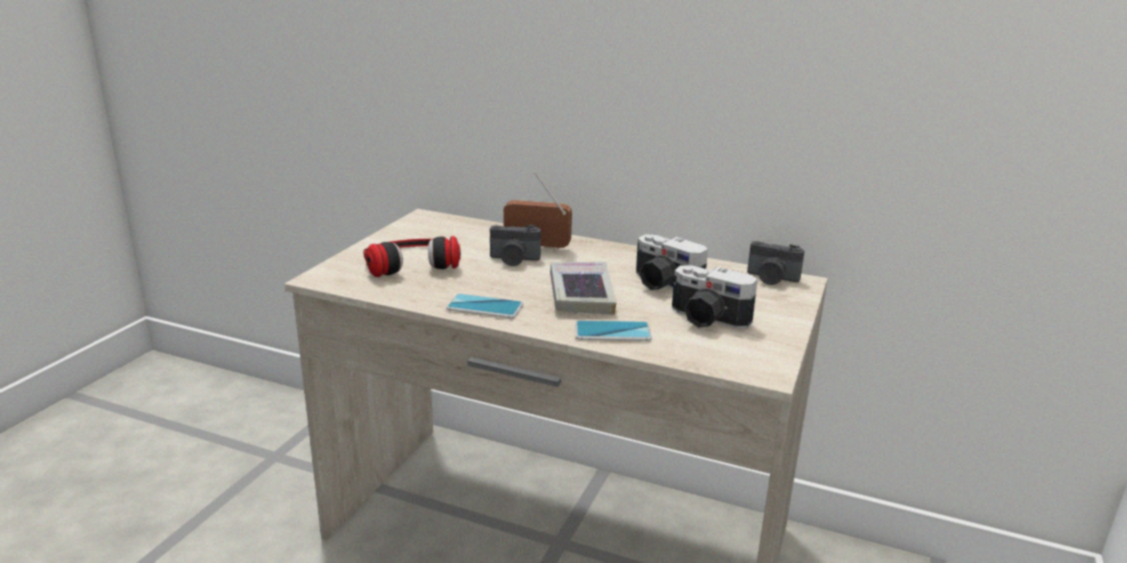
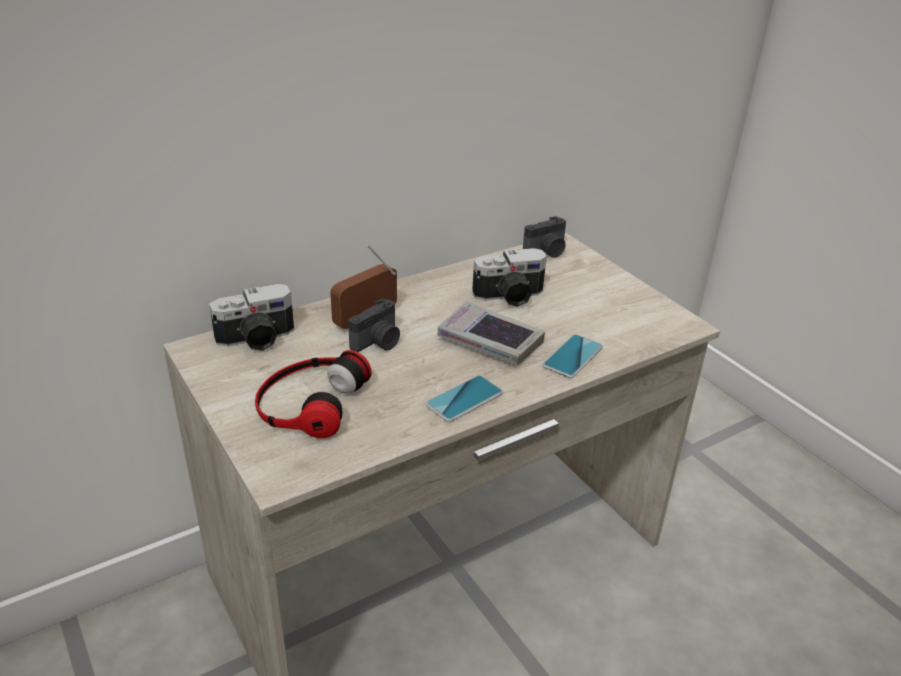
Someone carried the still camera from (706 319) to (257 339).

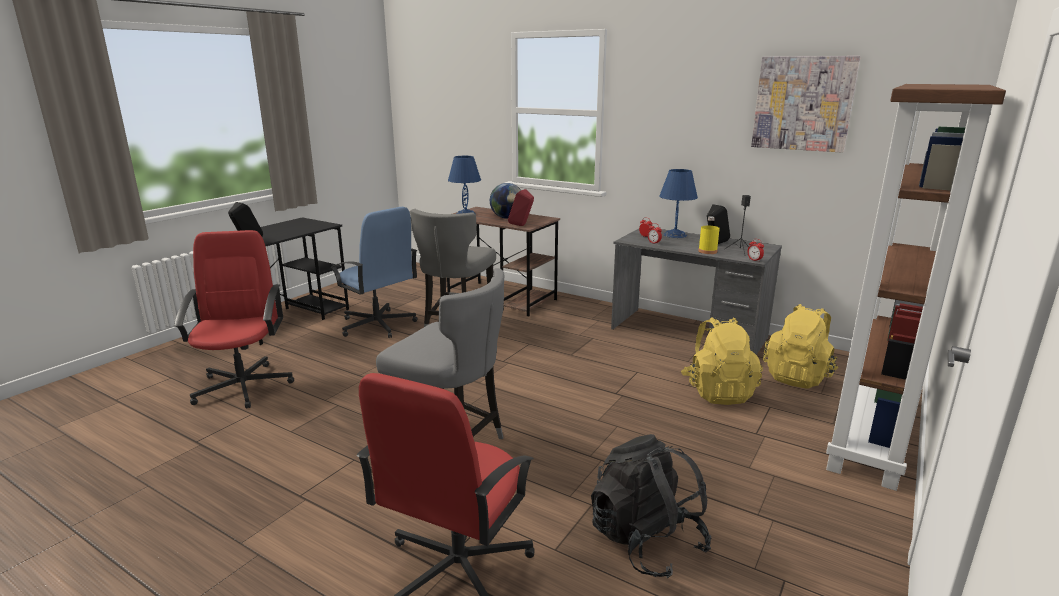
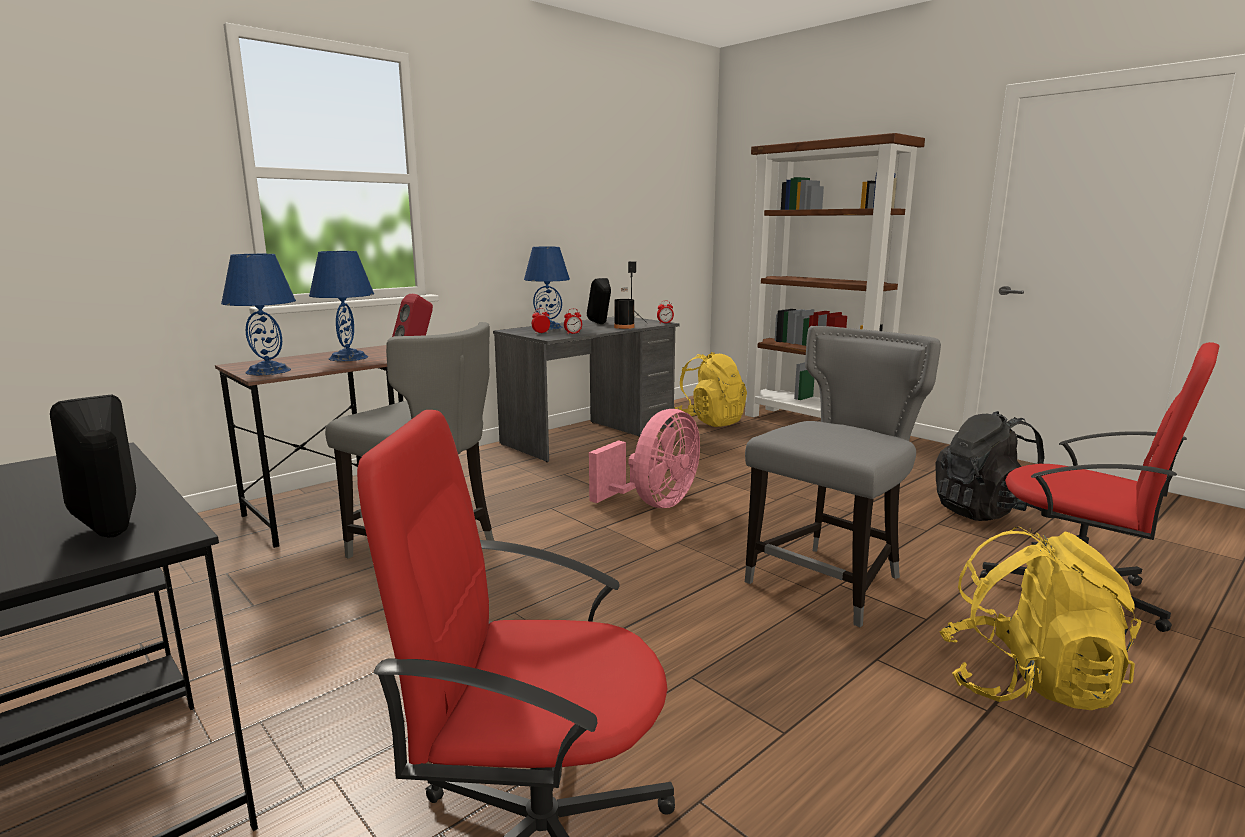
Someone took away the picture at (803 103). Someone swapped the desk globe at (507 218) for the blue-coloured table lamp at (348 357). Someone took away the blue-coloured office chair at (377 325). Someone repainted the yellow-coloured bottle at (707 251), which became the black-coloured bottle at (624 327). Someone carried the yellow-coloured rucksack from (718 392) to (1026 683). Someone put down the pinkish electric fan at (654 503).

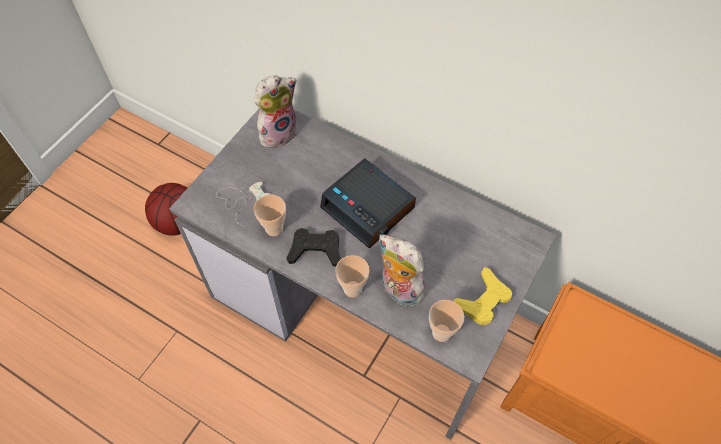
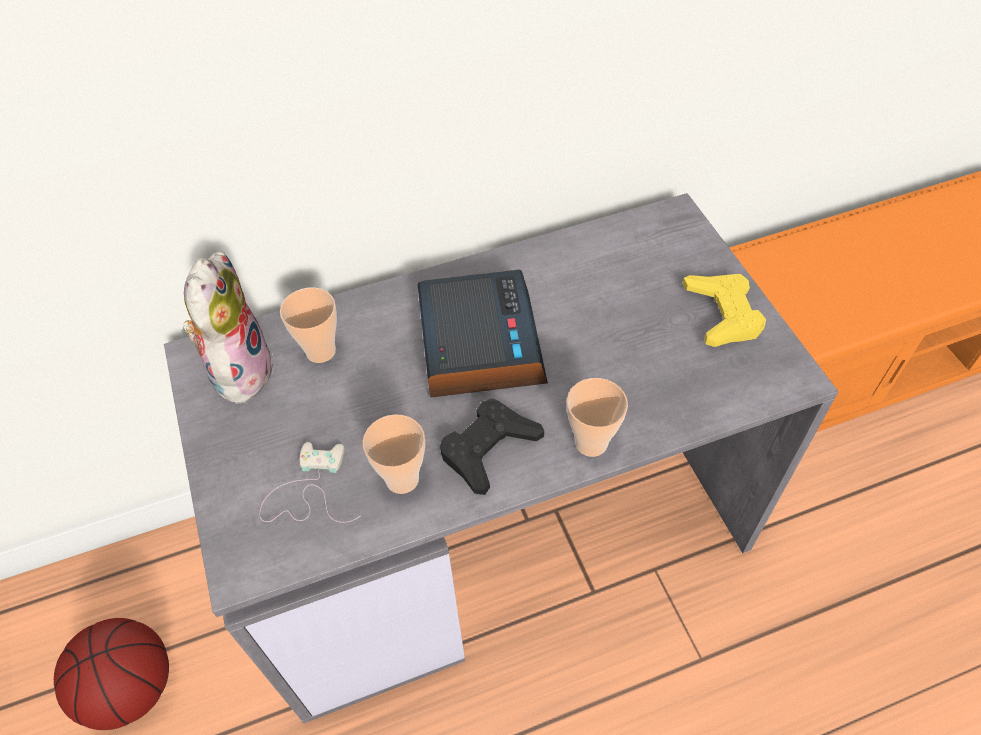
Someone rotated the alarm clock at (369 208) by 90 degrees counterclockwise. Someone took away the cuddly toy at (398 290). Someone carried the cup from (441 332) to (320 351).

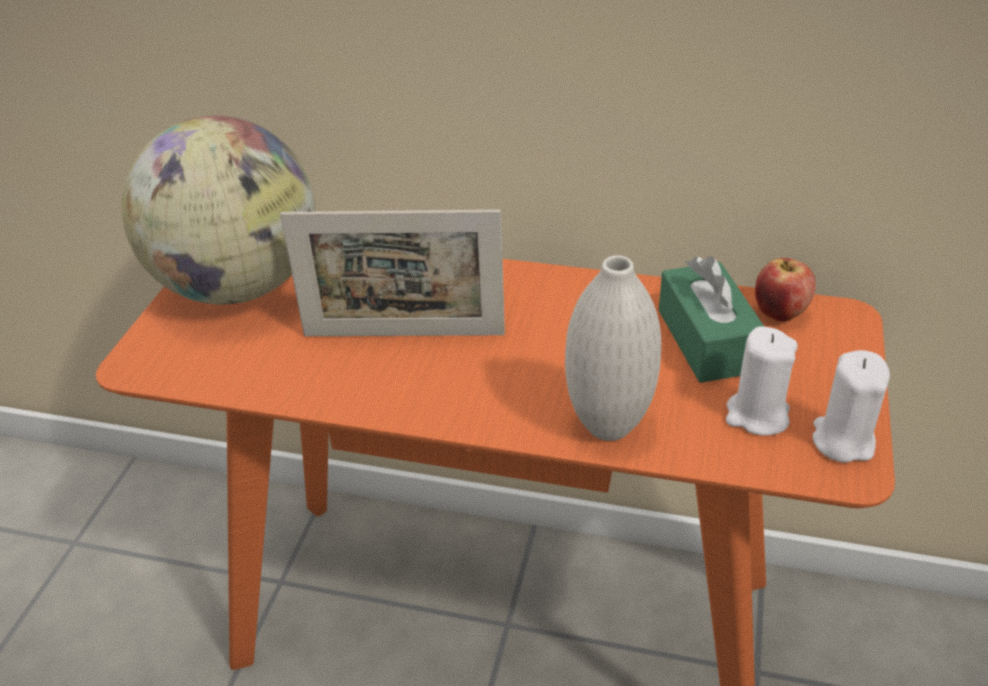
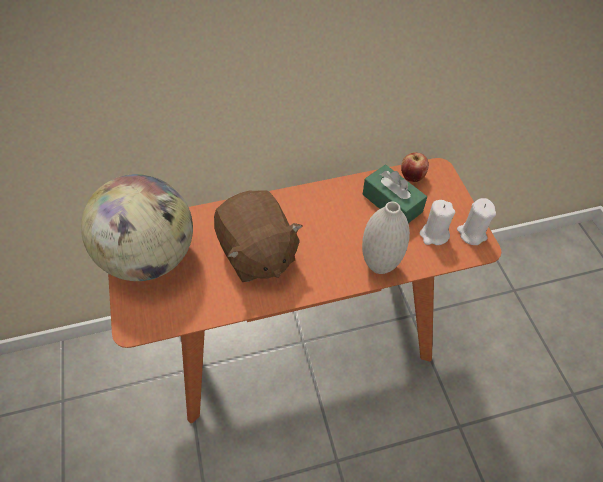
Someone swapped the standing frame at (404 335) for the brown cuddly toy at (257 253).

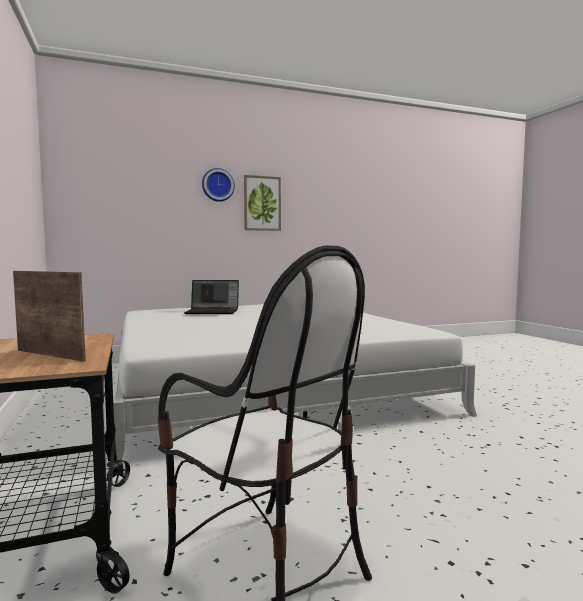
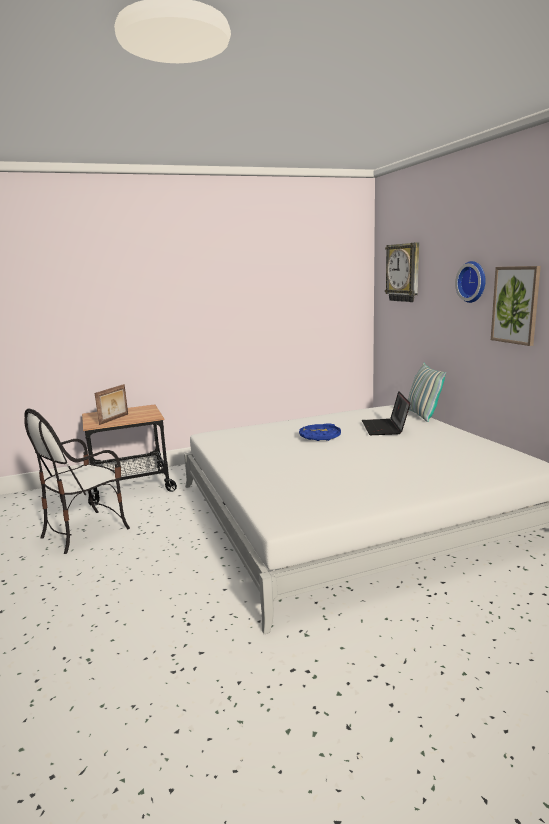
Someone put up the hanging clock at (403 272). Someone put down the throw pillow at (422 415). Someone put down the blue-coloured tray at (320 436).

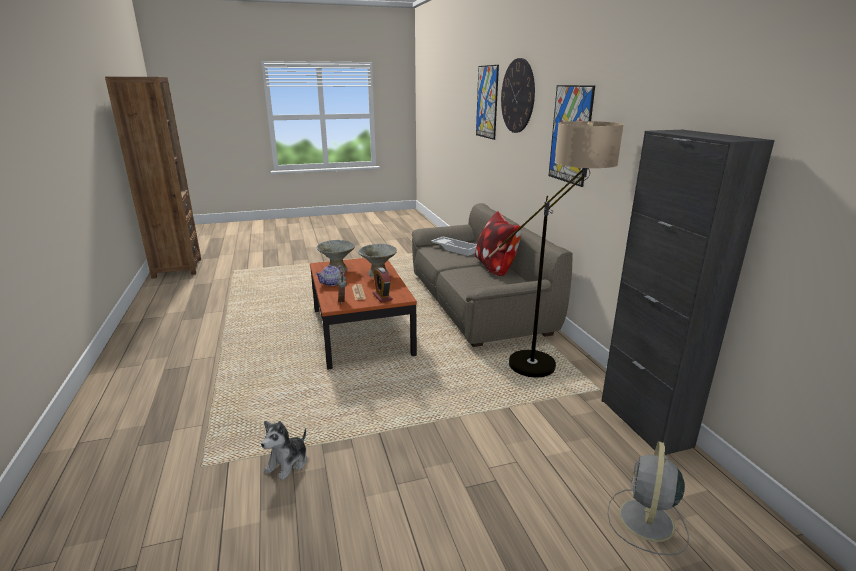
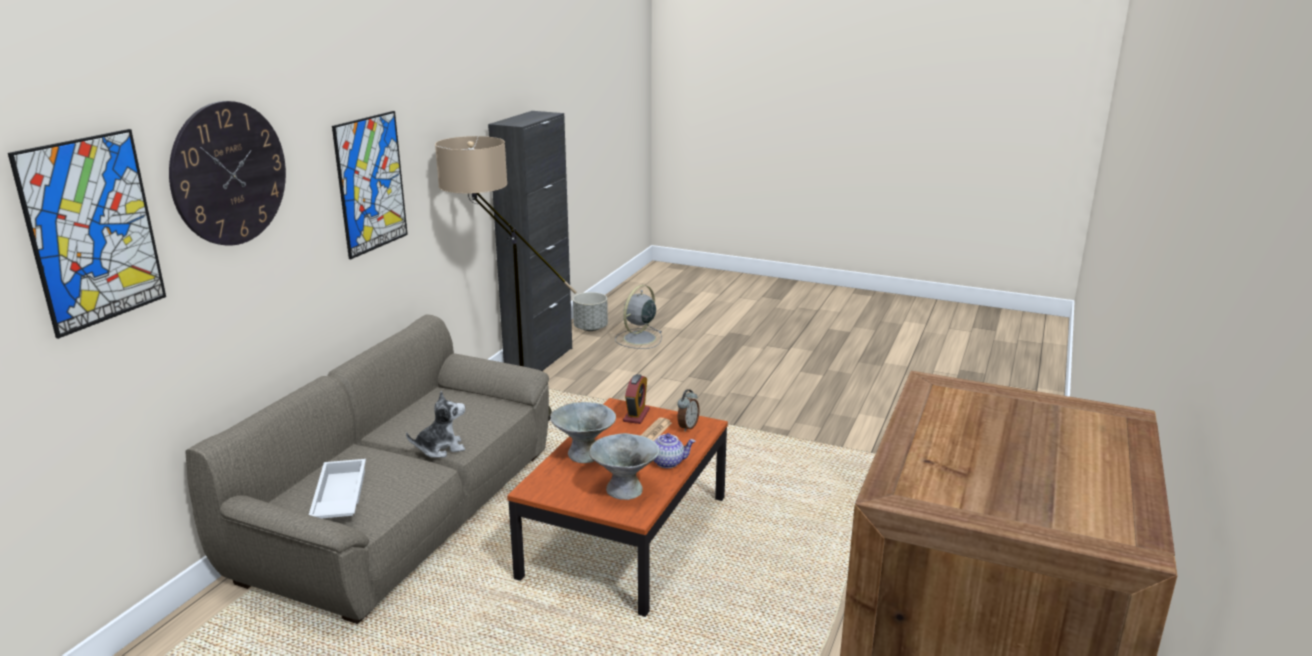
Someone took away the throw pillow at (496 267). Someone carried the cuddly toy from (288 463) to (440 448). Someone rotated the greyish electric fan at (646 521) by 150 degrees clockwise. Someone put down the greyish flower pot at (590 328).

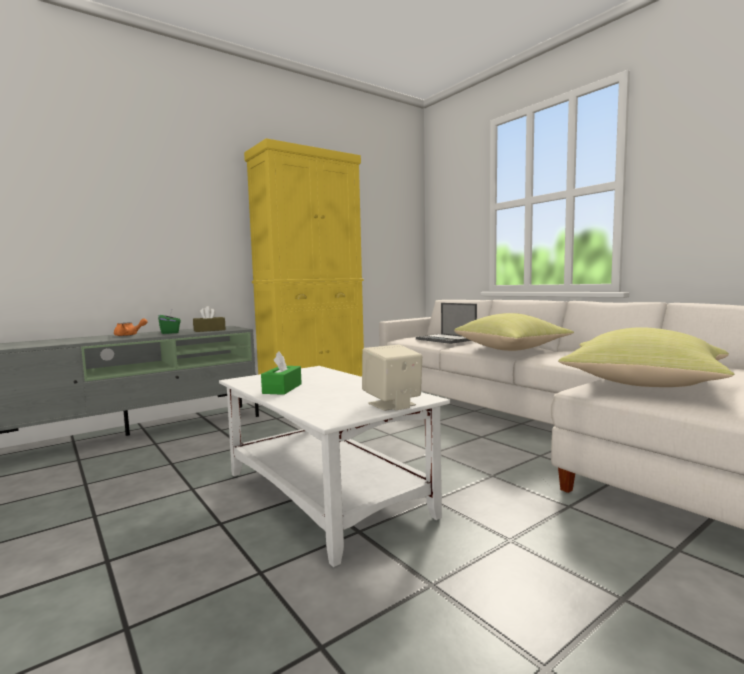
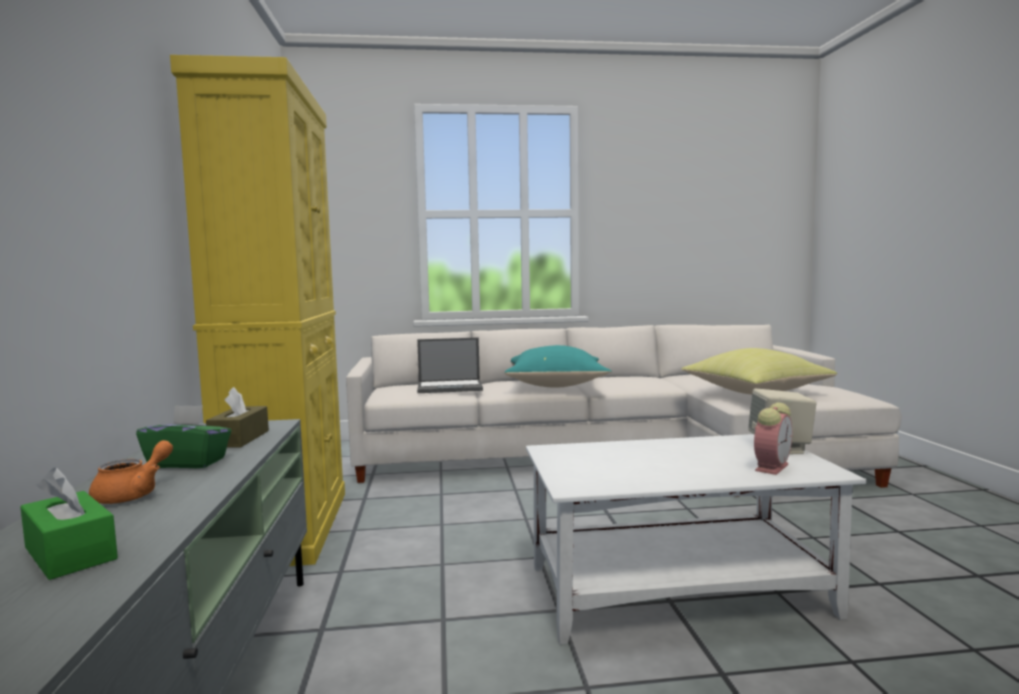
Someone repainted the yellow-coloured throw pillow at (512 349), which became the turquoise throw pillow at (556 385). Someone carried the green box of tissues from (282 389) to (70 553). Someone put down the alarm clock at (771 467).

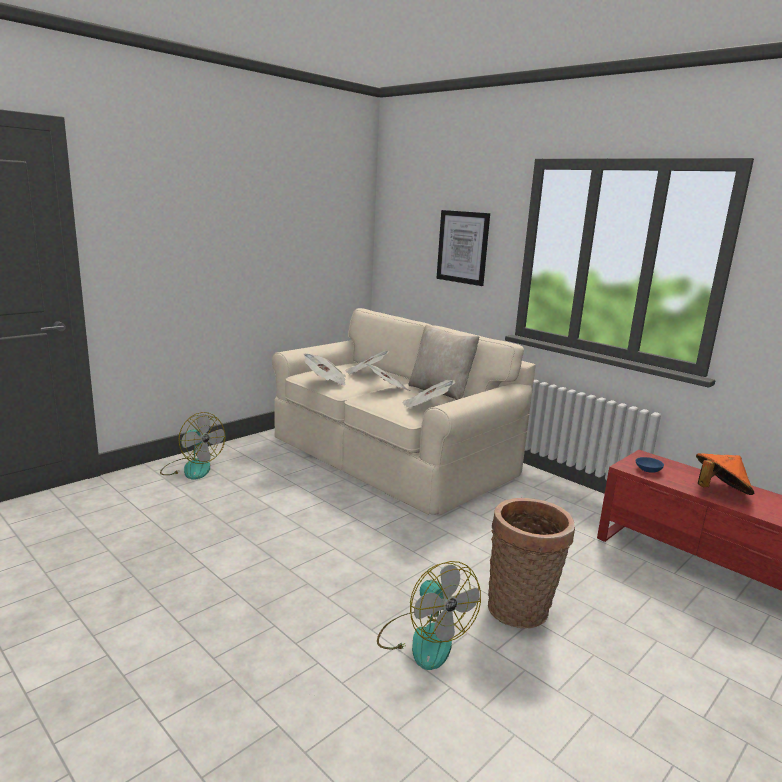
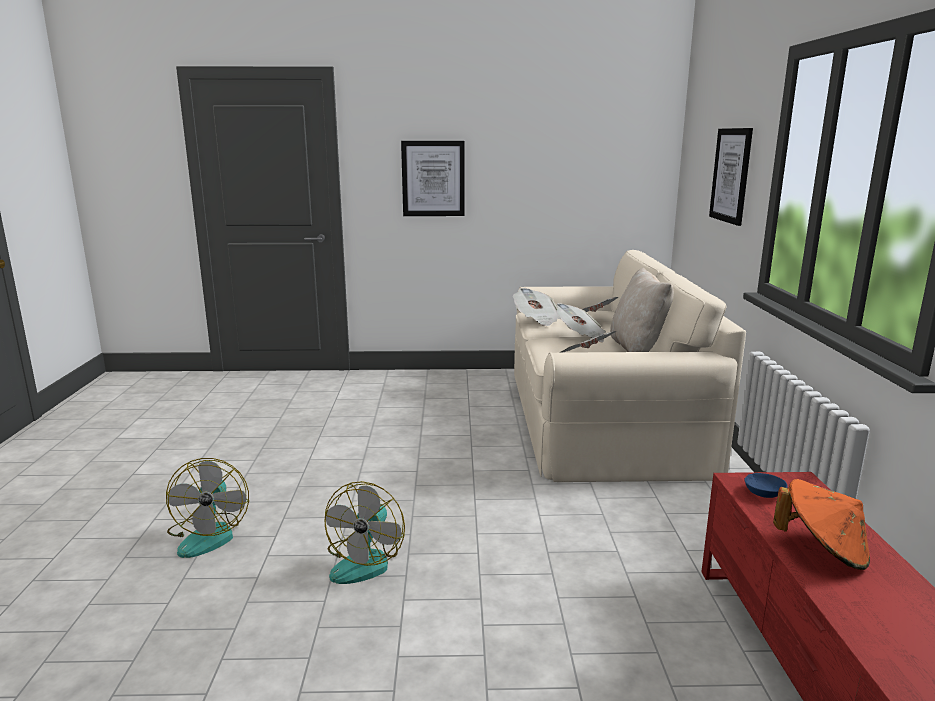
Someone carried the electric fan from (192 468) to (209 534). Someone took away the household basket at (521 611). Someone put up the picture at (433 178).

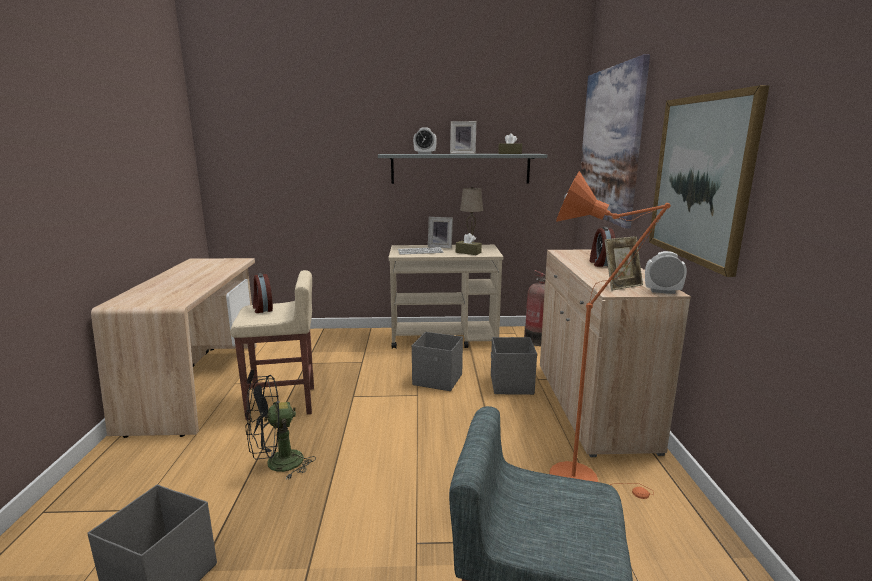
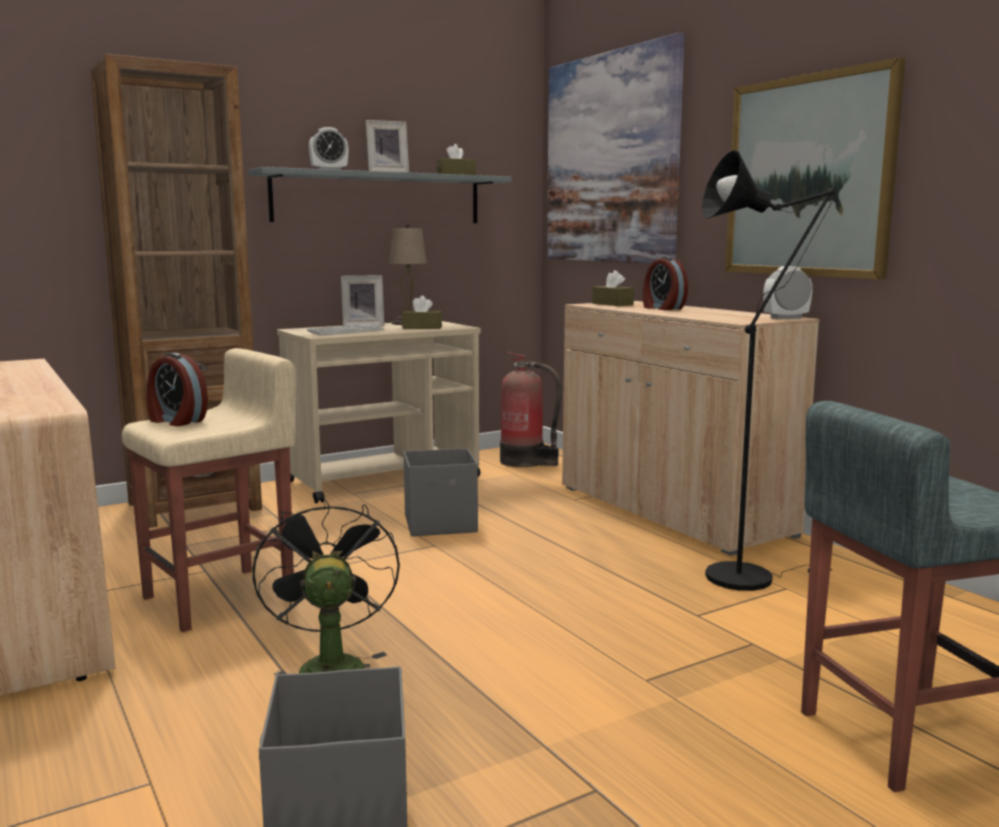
Someone repainted the orange-coloured standing lamp at (583 479), which became the black-coloured standing lamp at (750 576). Someone took away the standing frame at (621 286). Someone took away the greyish storage box at (511 385). Someone rotated the black-coloured electric fan at (277 465) by 135 degrees clockwise. Someone put down the brown bookshelf at (194 506). Someone put down the brown box of tissues at (612 304).

